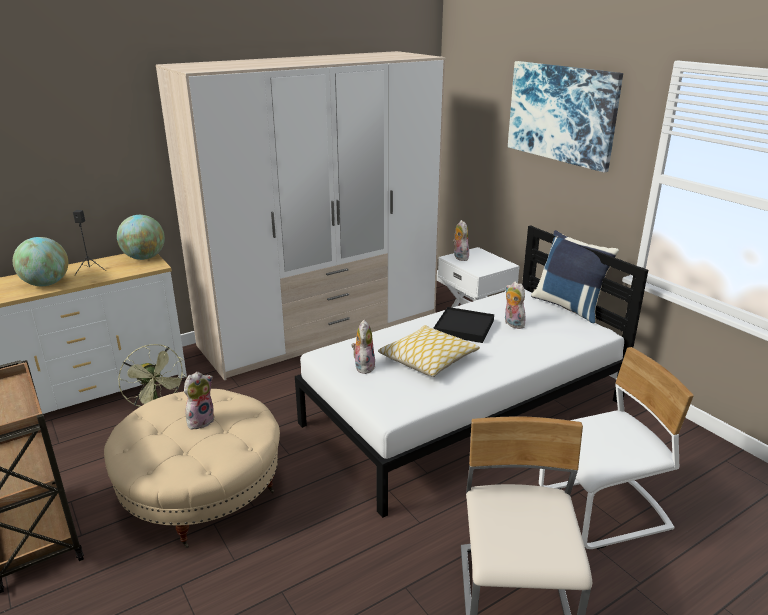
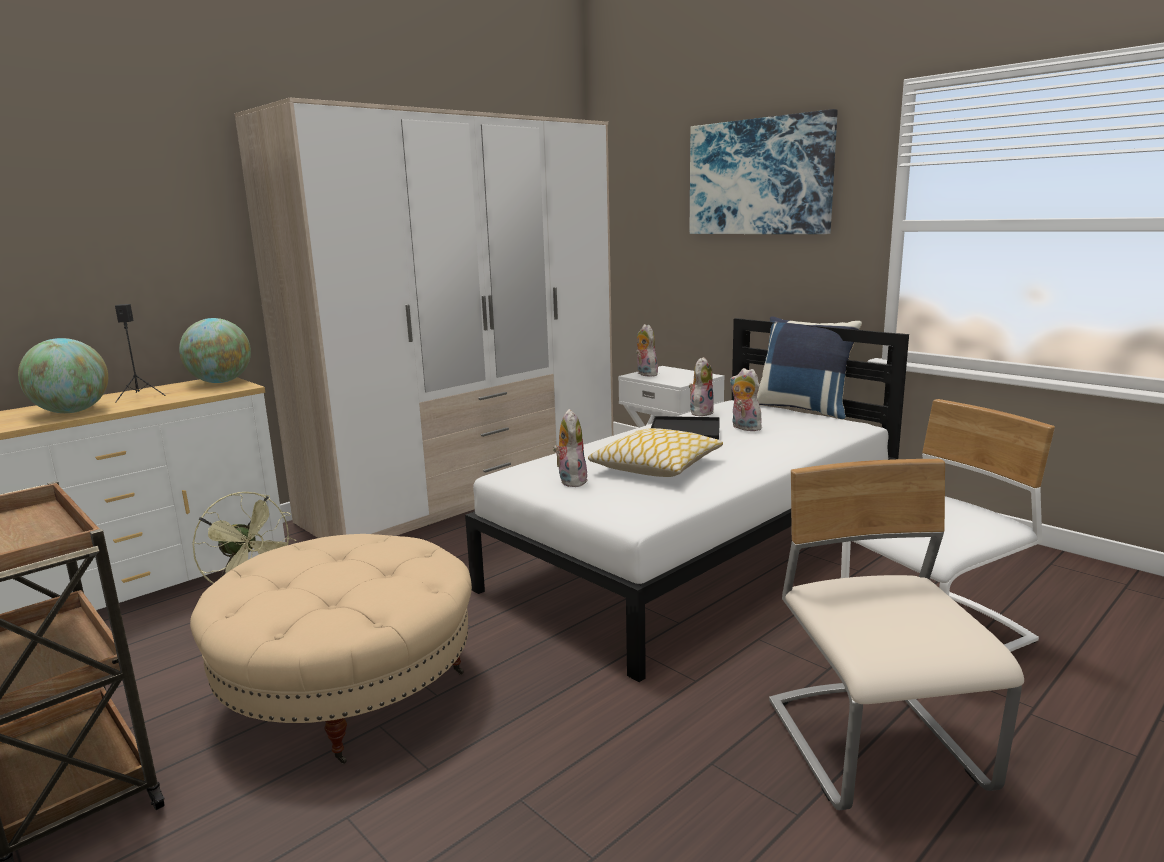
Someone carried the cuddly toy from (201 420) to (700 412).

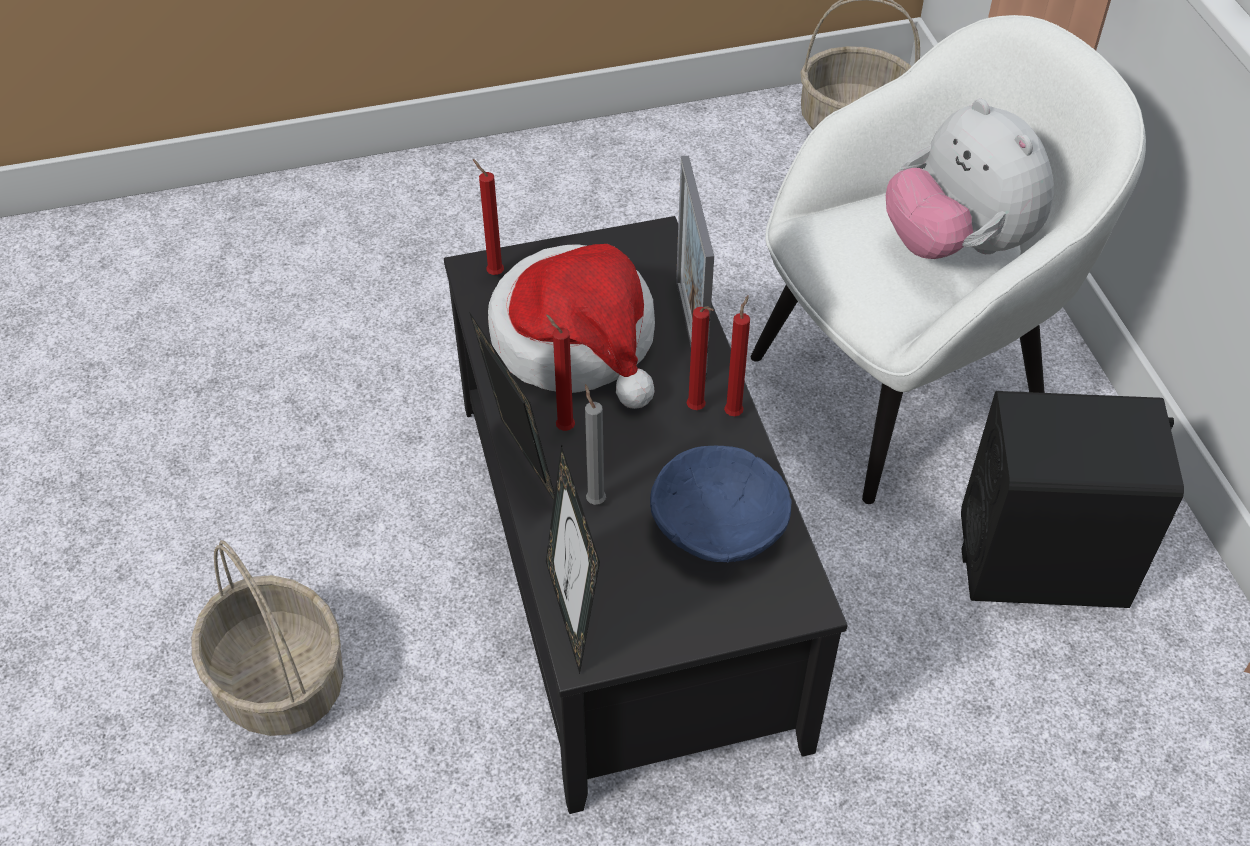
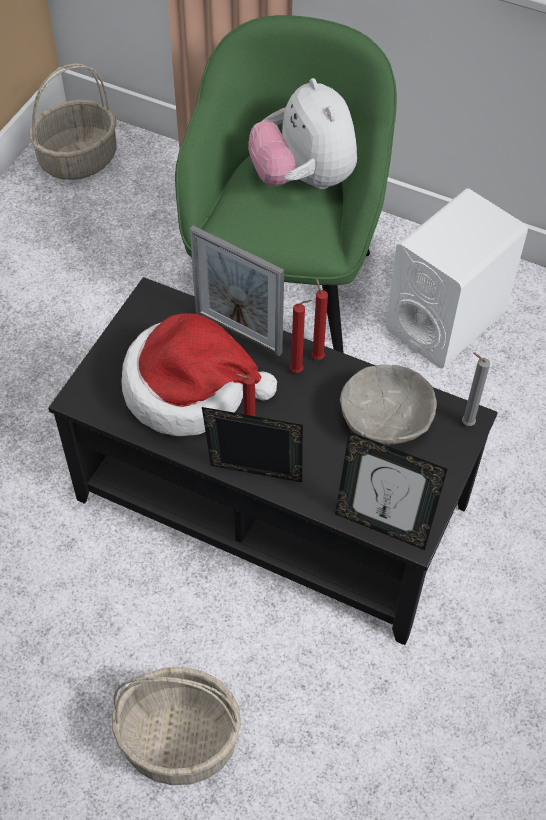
Someone repainted the whitish armchair at (903 386), which became the green armchair at (284 288). Someone rotated the cuddly toy at (957 244) by 60 degrees clockwise. Someone took away the red wax candle at (493 273). Someone carried the greyish wax candle from (594 499) to (465 422). Someone repainted the black-coloured audio speaker at (1043 559), which became the whitish audio speaker at (445 320). Someone repainted the blue-coloured bowl at (717 525), which became the greyish bowl at (385 419).

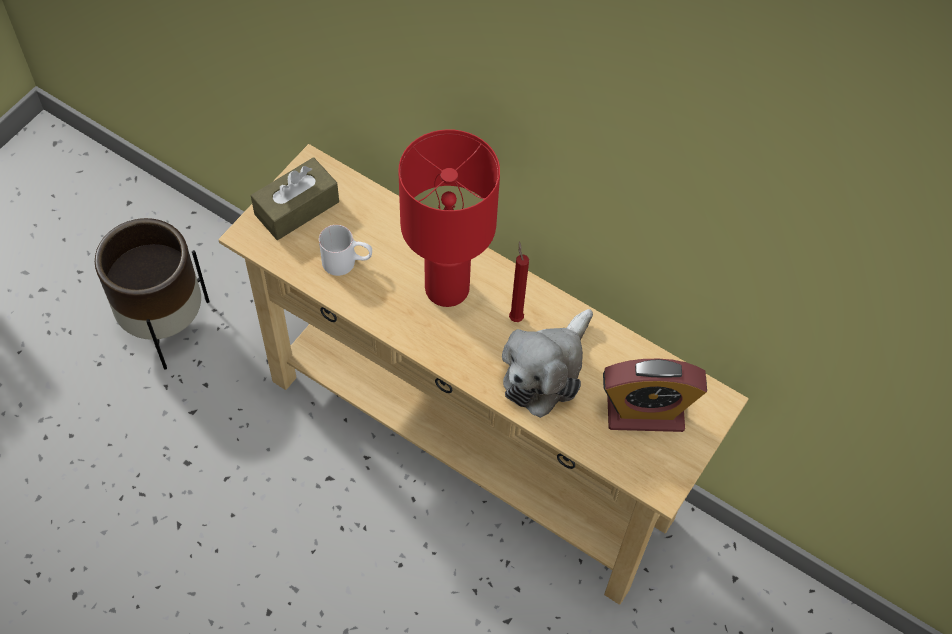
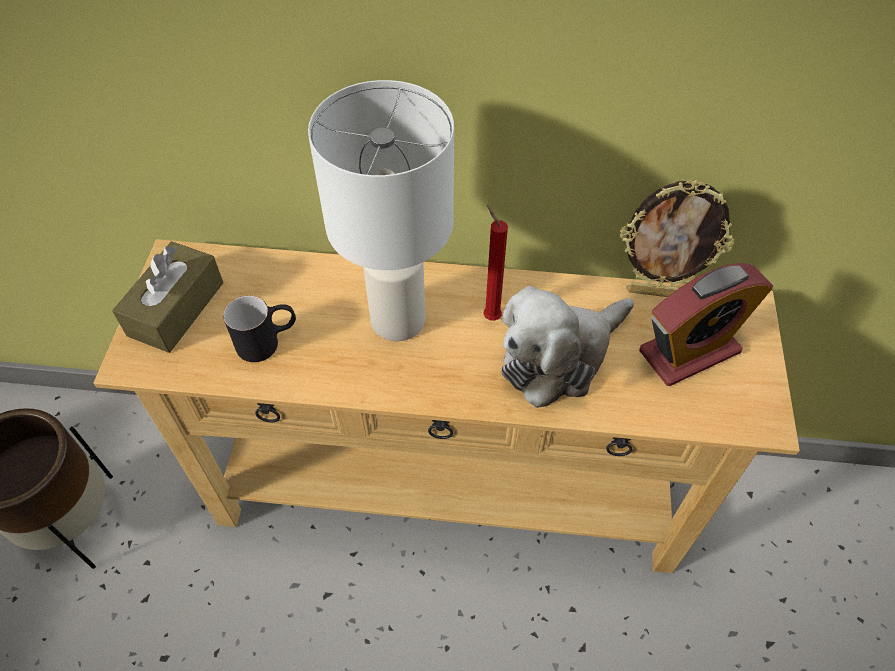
Someone repainted the red table lamp at (448 288), which became the whitish table lamp at (399 318). Someone repainted the whitish coffee mug at (347 262), which became the black-coloured coffee mug at (268 341). Someone rotated the cuddly toy at (545 371) by 45 degrees clockwise. Someone put down the standing frame at (656 292).

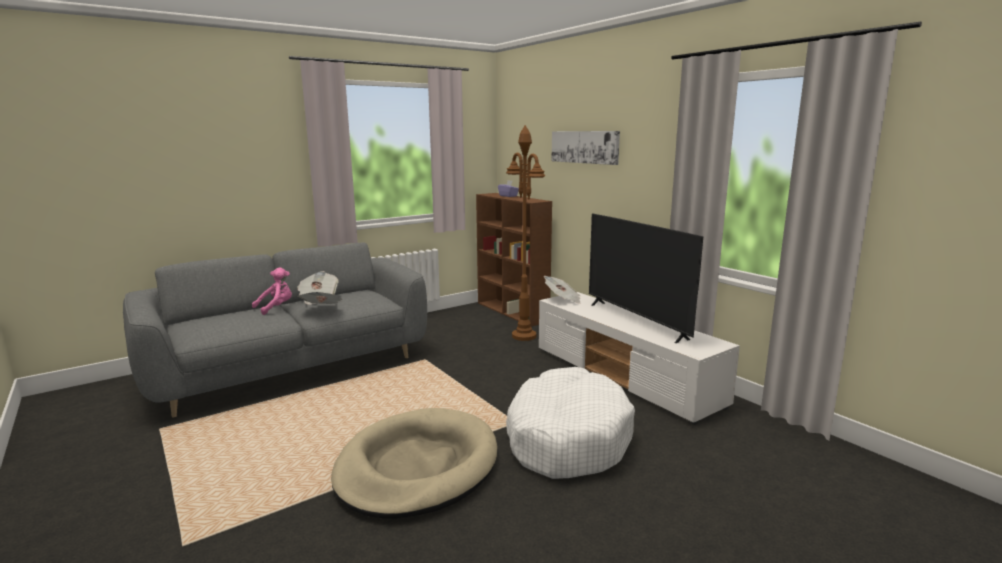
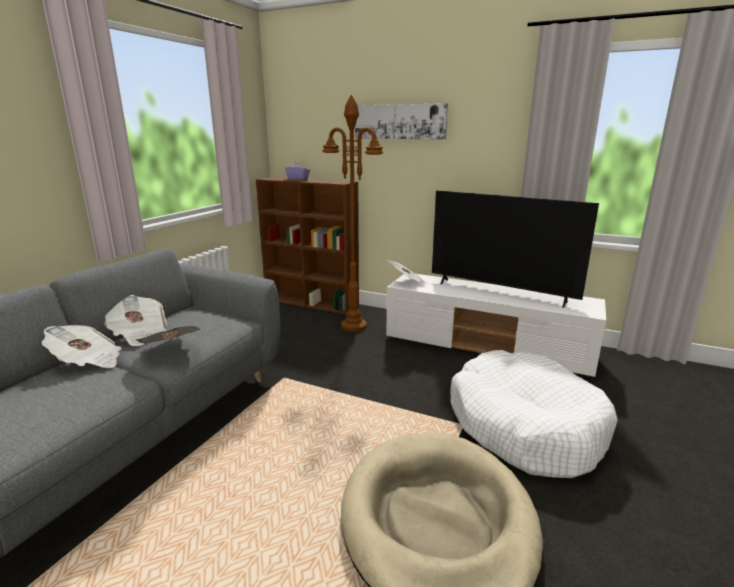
Someone swapped the pinkish cuddly toy at (276 308) for the printed paper at (88 362).

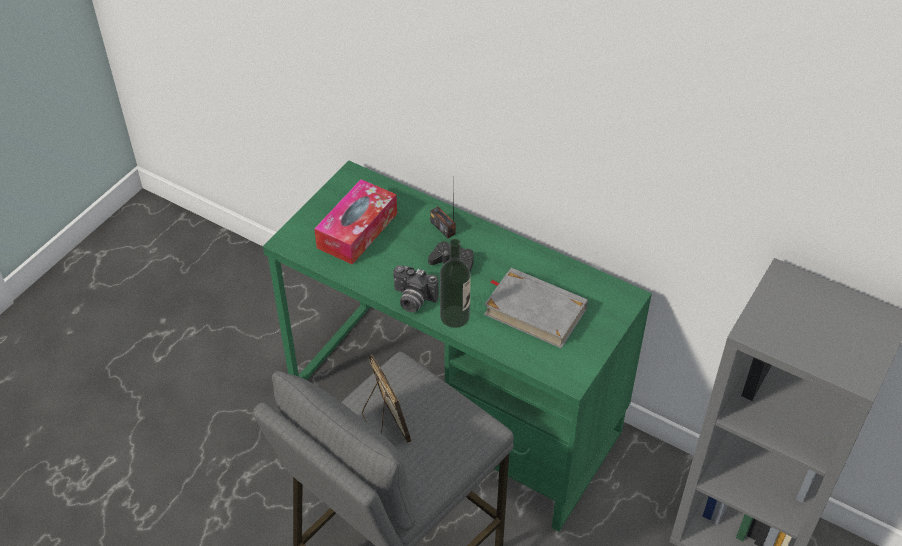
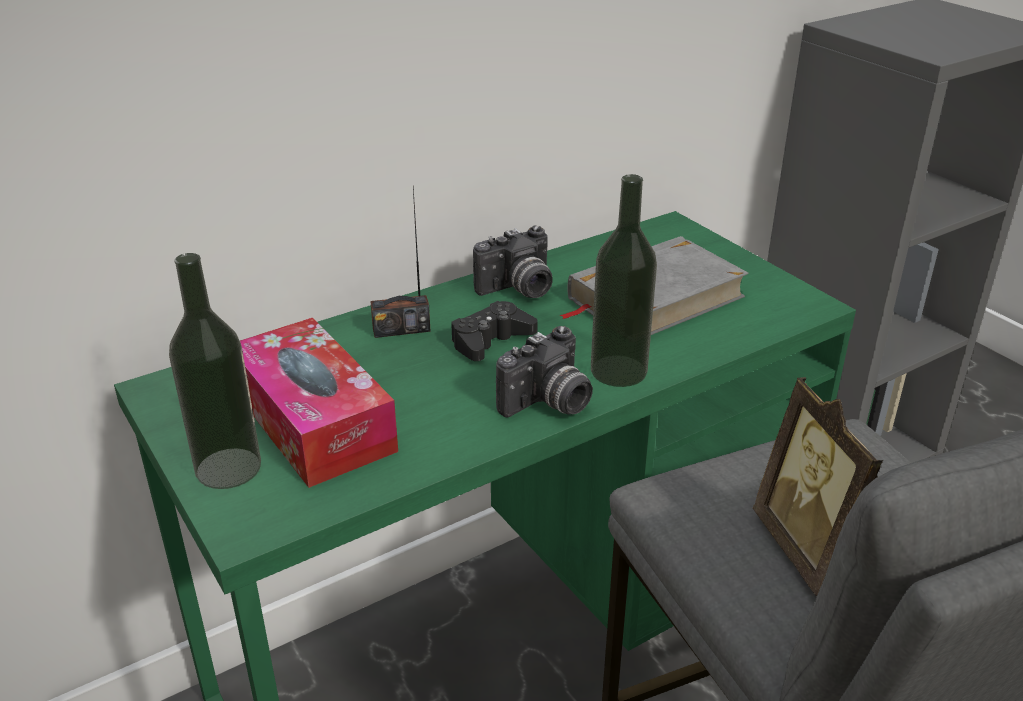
Someone rotated the standing frame at (384 425) by 105 degrees counterclockwise. Someone put down the still camera at (518 290). Someone put down the bottle at (228 468).

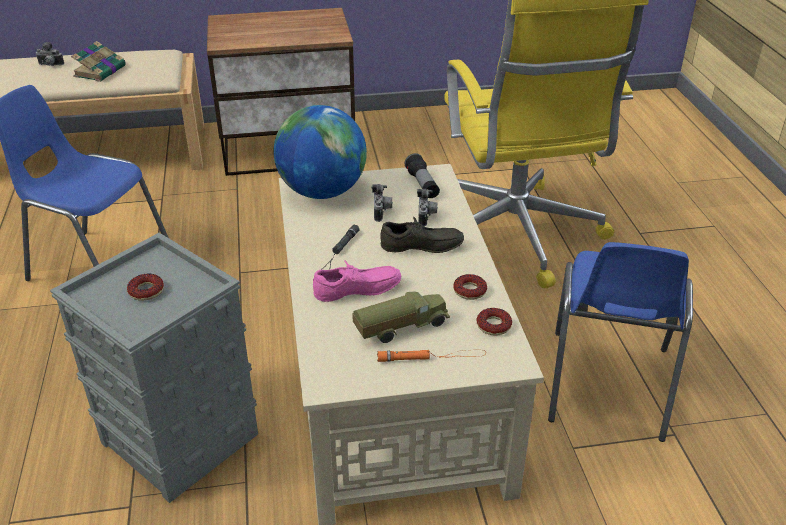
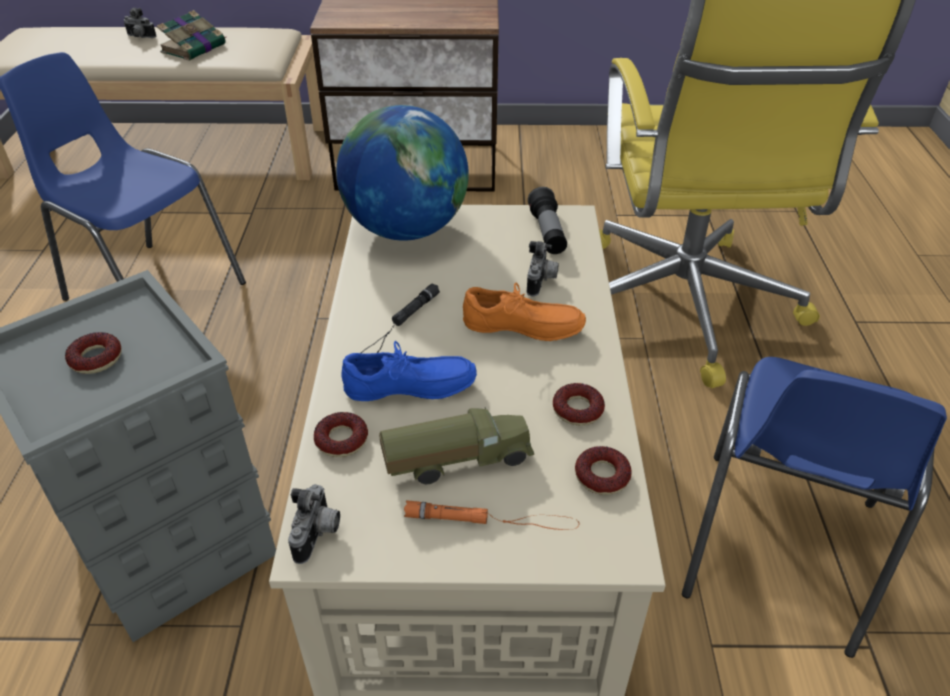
Someone carried the still camera from (382 212) to (318 535). Someone repainted the greyish item of footwear at (422 248), which became the orange-coloured item of footwear at (522 330). Someone repainted the pinkish item of footwear at (358 292), which became the blue-coloured item of footwear at (410 390). Someone put down the ring doughnut at (341 440).

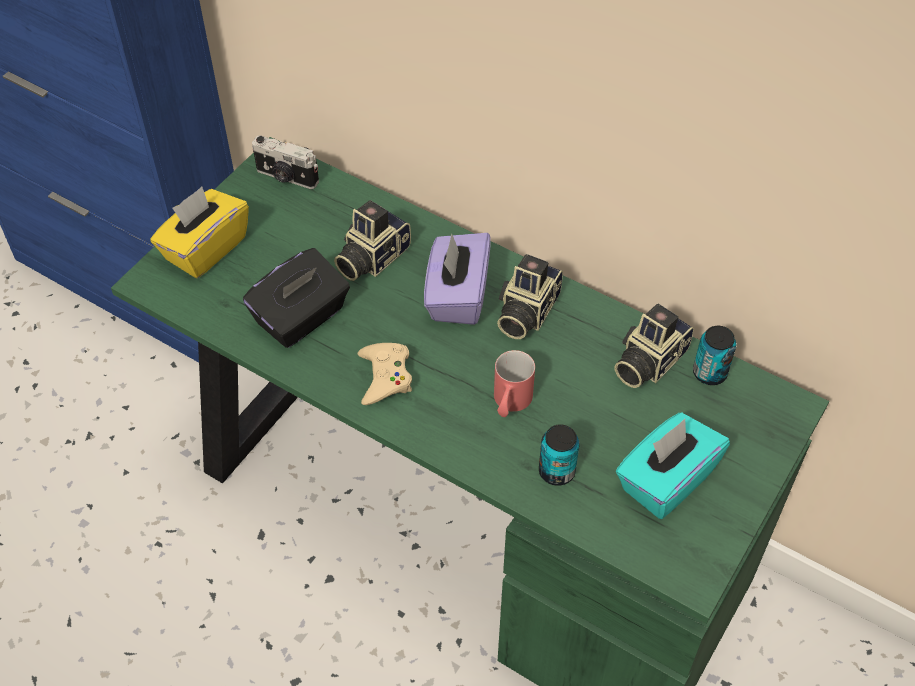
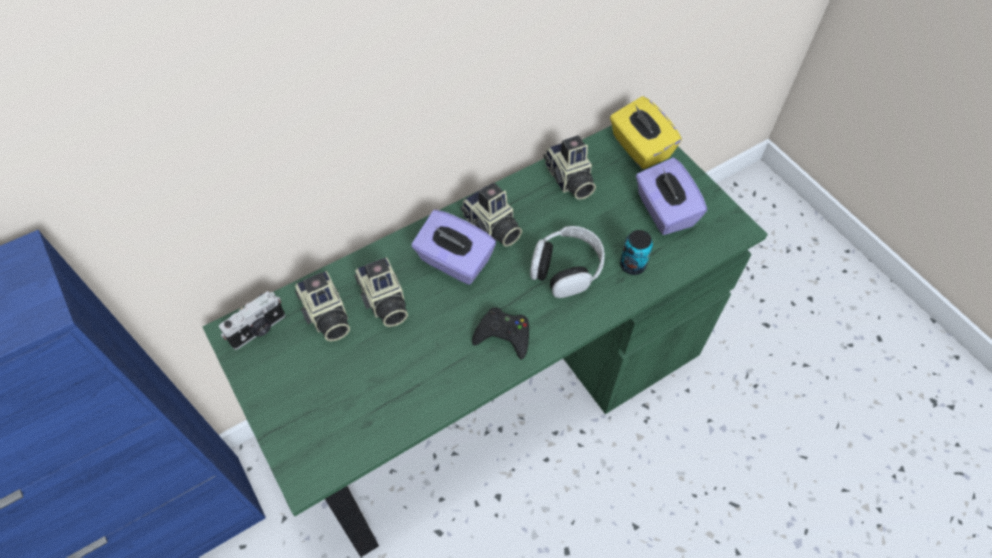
Someone carried the yellow-coloured box of tissues from (205 249) to (639 148). Someone took away the black-coloured box of tissues at (301 318). Someone took away the can at (709 373). Someone repainted the beige-coloured game controller at (385 377), which became the black-coloured game controller at (503 335). Someone swapped the red coffee mug at (510 404) for the pair of headphones at (566 268). Someone repainted the turquoise box of tissues at (666 480), which became the purple box of tissues at (664 211). Someone put down the still camera at (326 316).

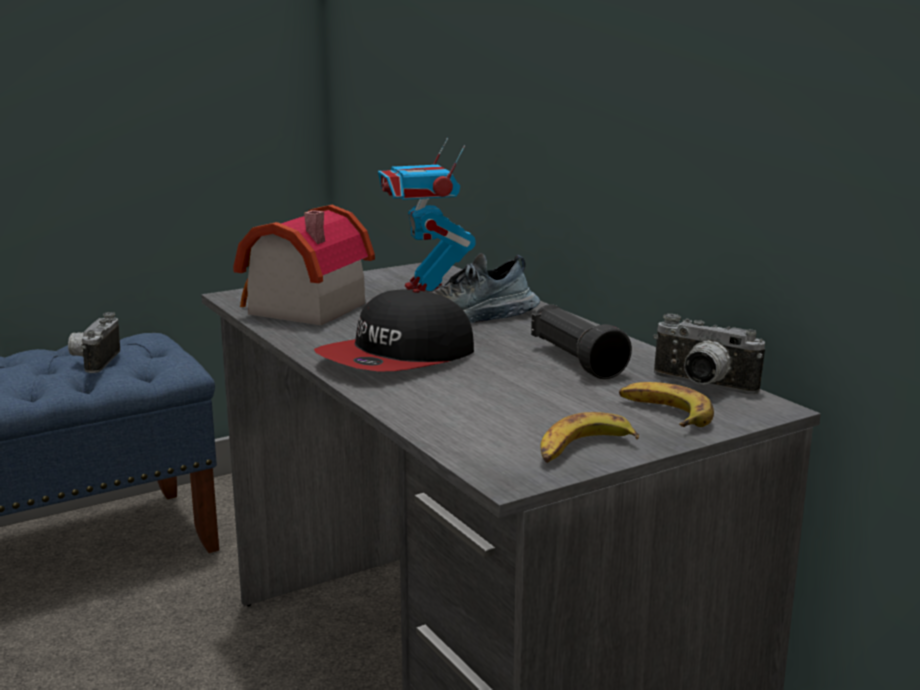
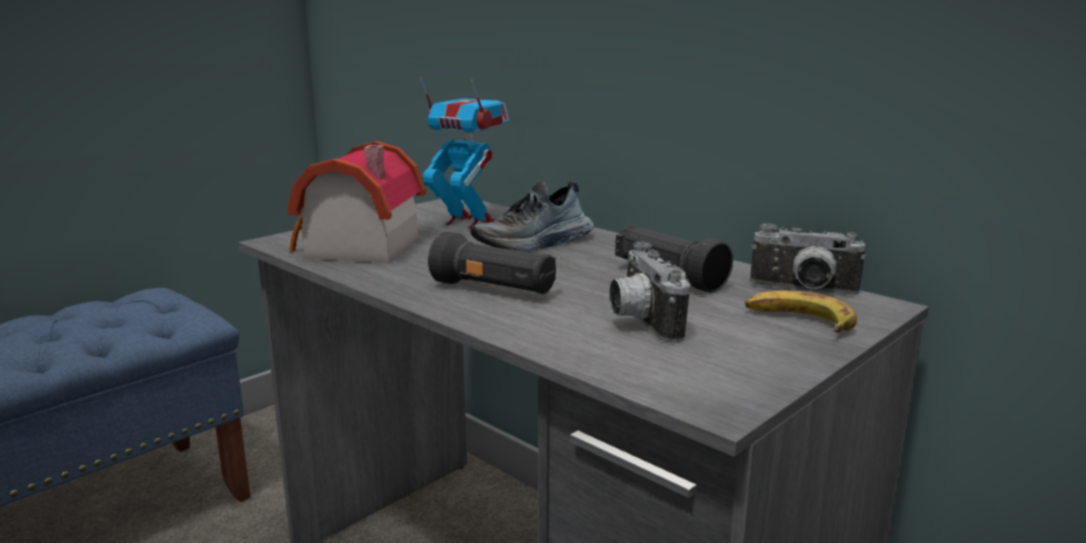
Someone rotated the model robot at (426 290) by 150 degrees clockwise. Someone swapped the cap at (397 358) for the black-coloured hand torch at (494 290). Someone carried the still camera from (94 361) to (639 322). Someone took away the whole banana at (582 450).

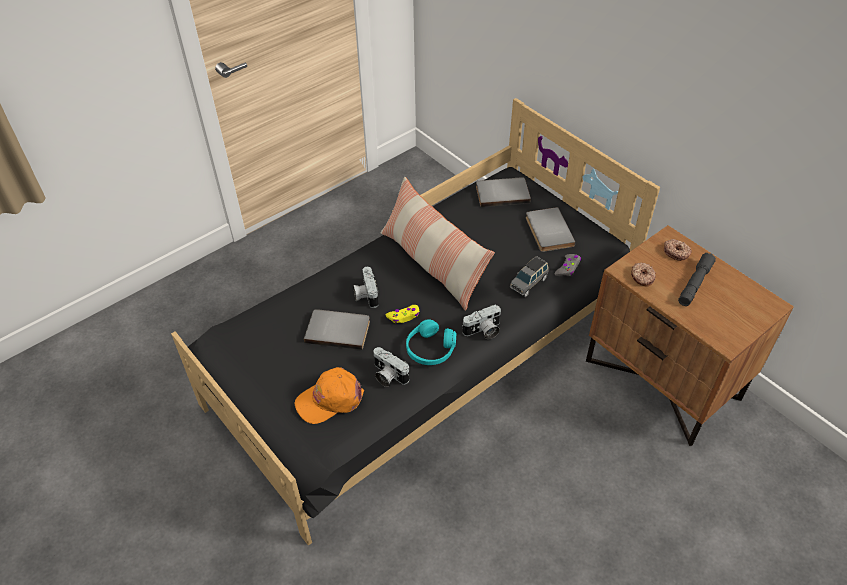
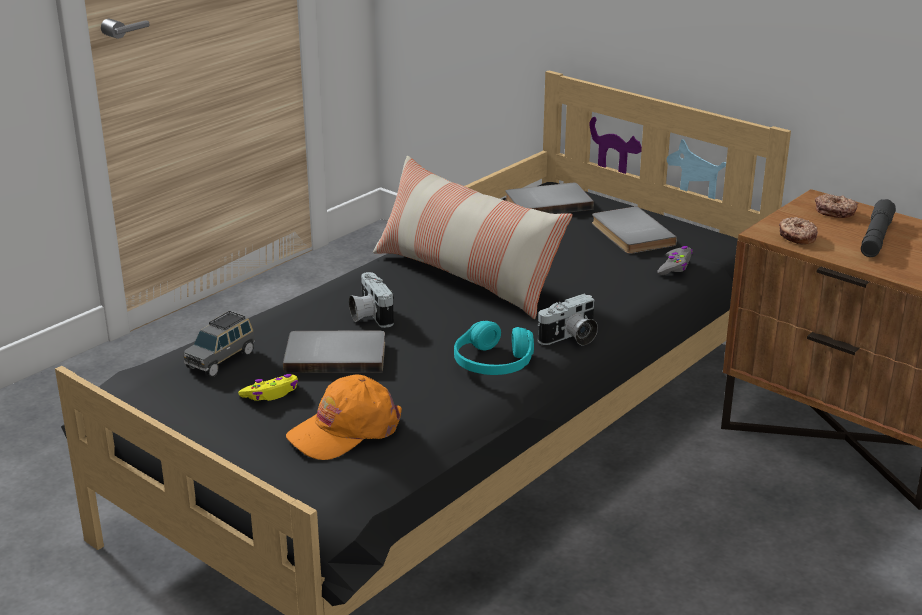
Someone carried the greyish model car from (529 283) to (221 359). Someone carried the yellow-coloured game controller from (404 316) to (271 394). Someone took away the still camera at (388 375).

